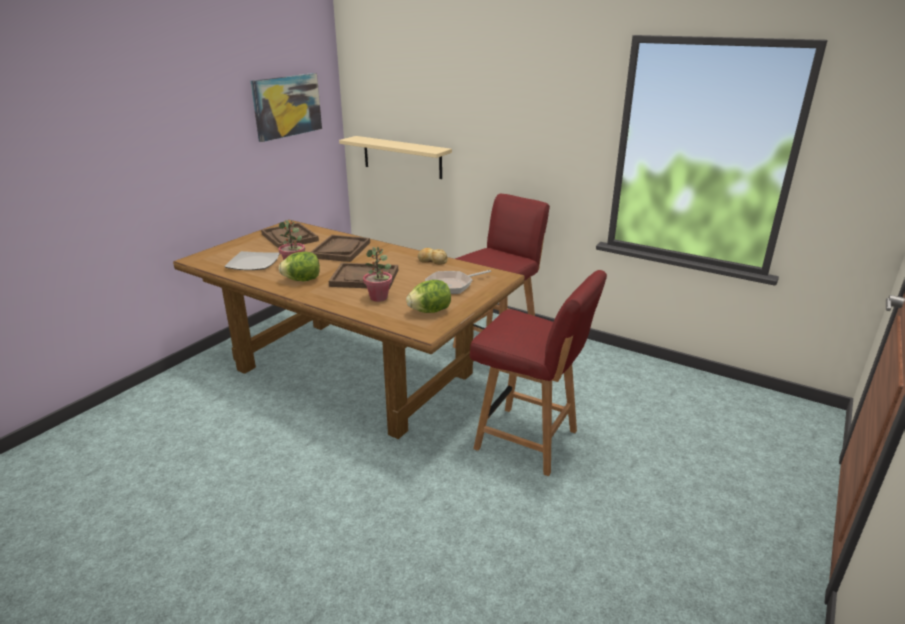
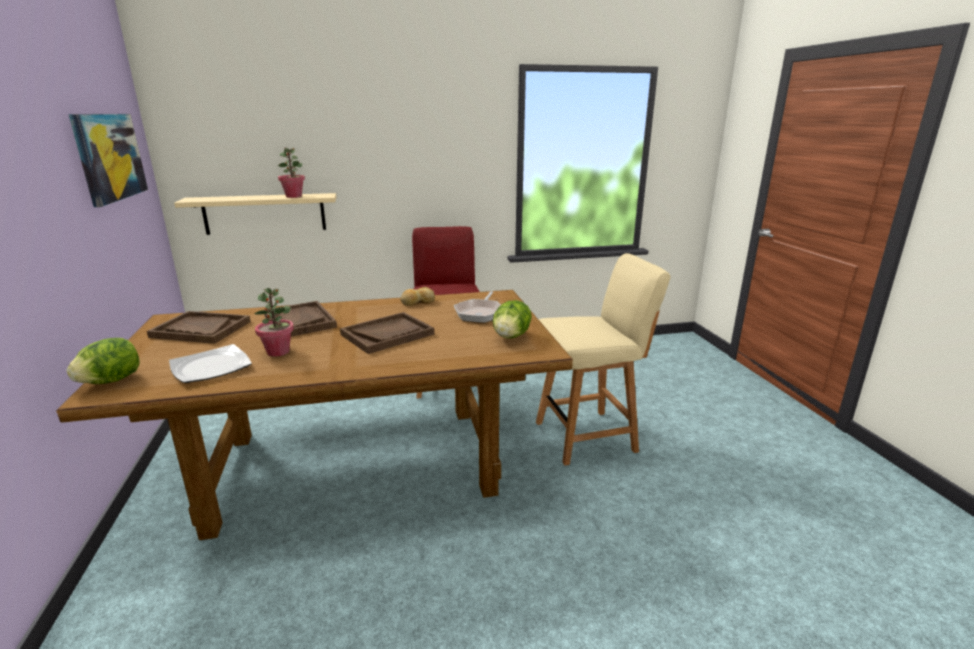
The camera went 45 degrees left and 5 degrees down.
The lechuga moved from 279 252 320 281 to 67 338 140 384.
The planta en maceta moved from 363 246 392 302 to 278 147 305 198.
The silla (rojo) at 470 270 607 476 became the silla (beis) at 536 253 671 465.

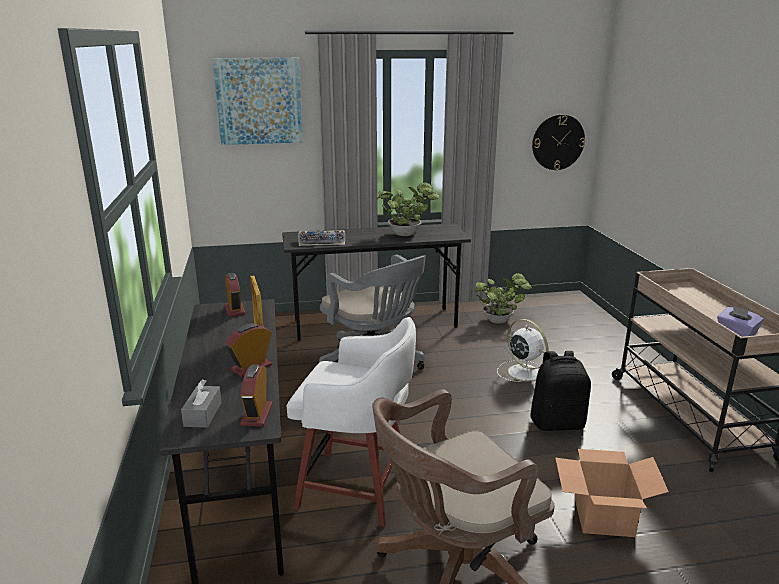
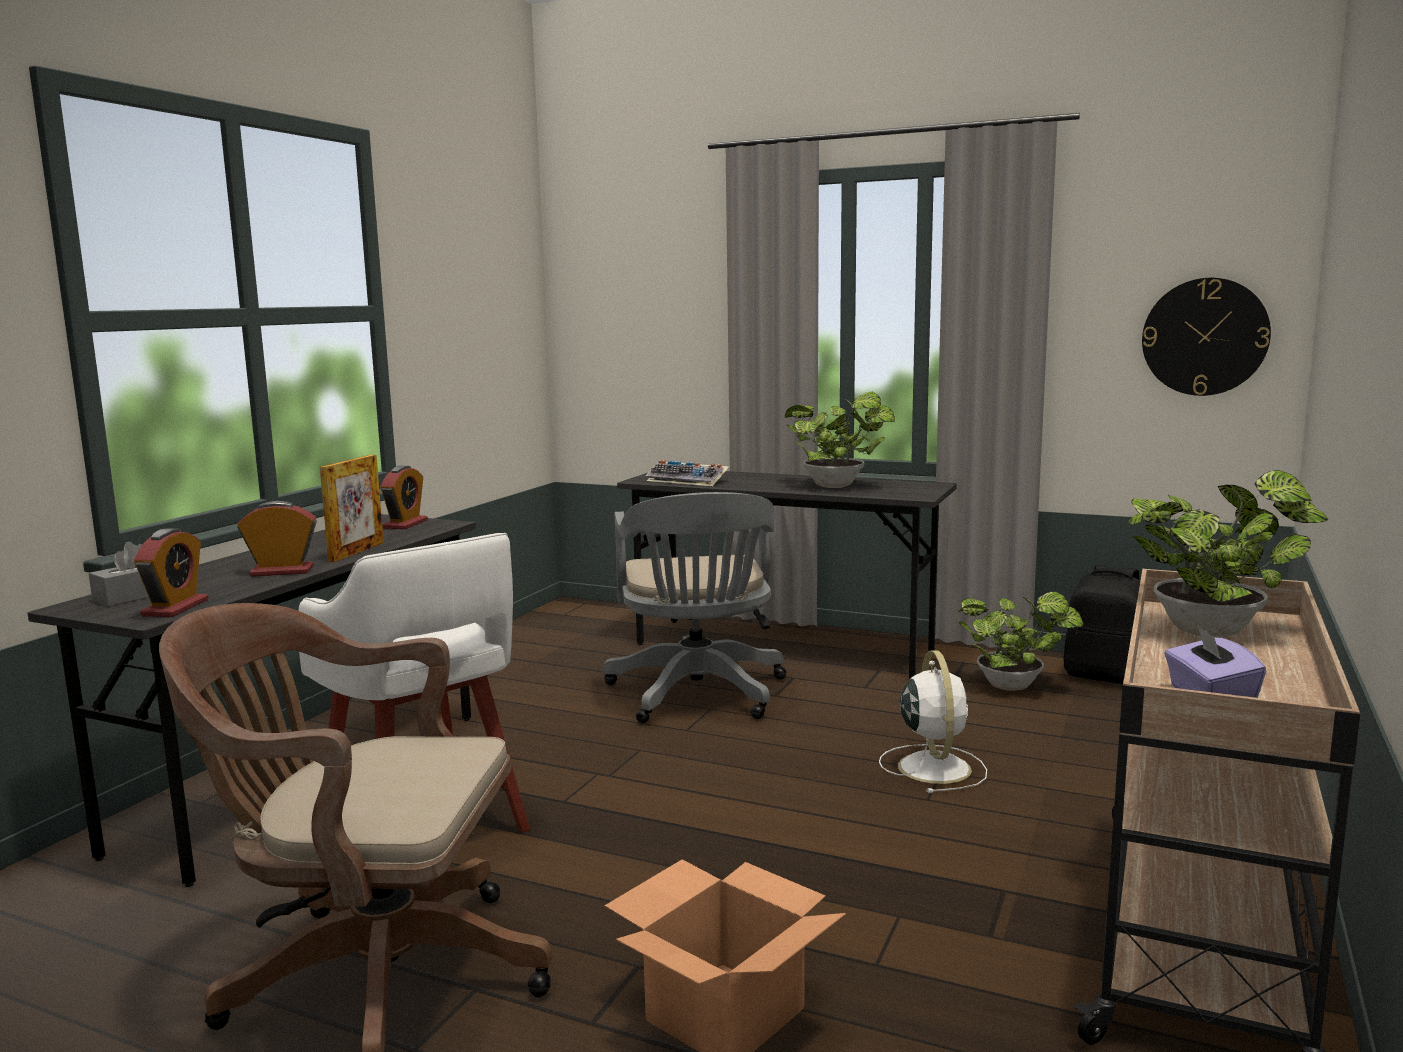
The camera went 35 degrees right and 10 degrees down.
The cuadro at 213 58 303 145 disappeared.
The planta en maceta at 1128 470 1329 637 appeared.
The mochila (negro) moved from 530 351 591 431 to 1064 565 1140 684.
The despertador at 240 364 273 427 turned 150 degrees clockwise.

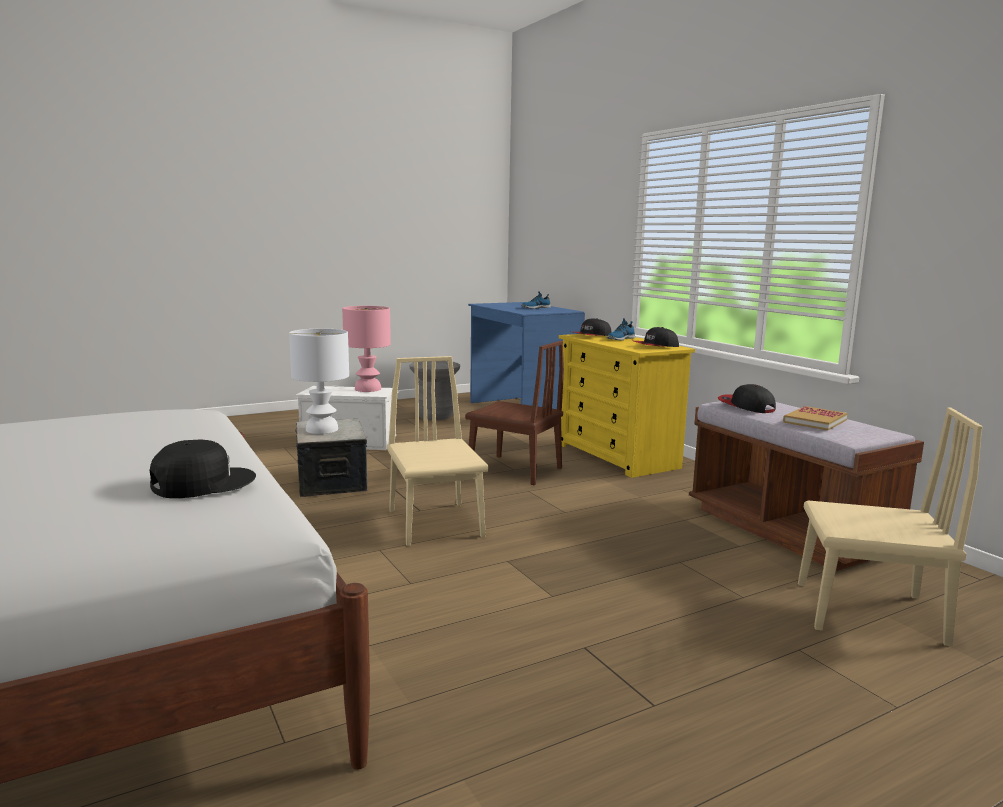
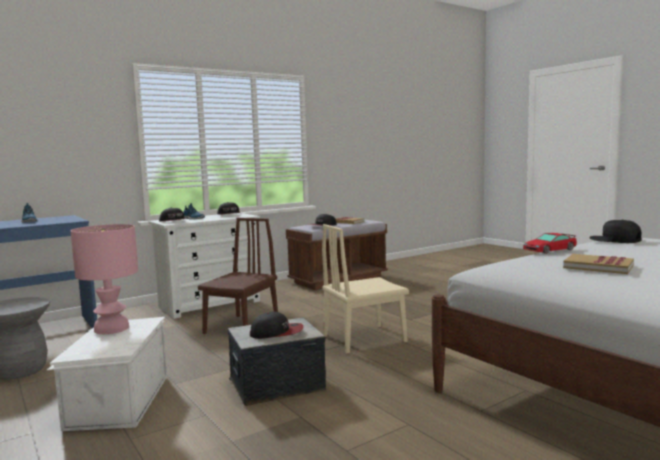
The camera went 95 degrees left and 5 degrees down.
The silla (beis) at 798 407 983 646 disappeared.
The coche de juguete at 523 233 577 254 appeared.
The libro at 563 254 634 274 appeared.
The lámpara de mesa (blanco) at 289 329 349 434 was replaced by the gorra at 250 312 303 339.
The cómoda (amarillo) at 559 334 695 478 became the cómoda (blanco) at 148 213 260 319.

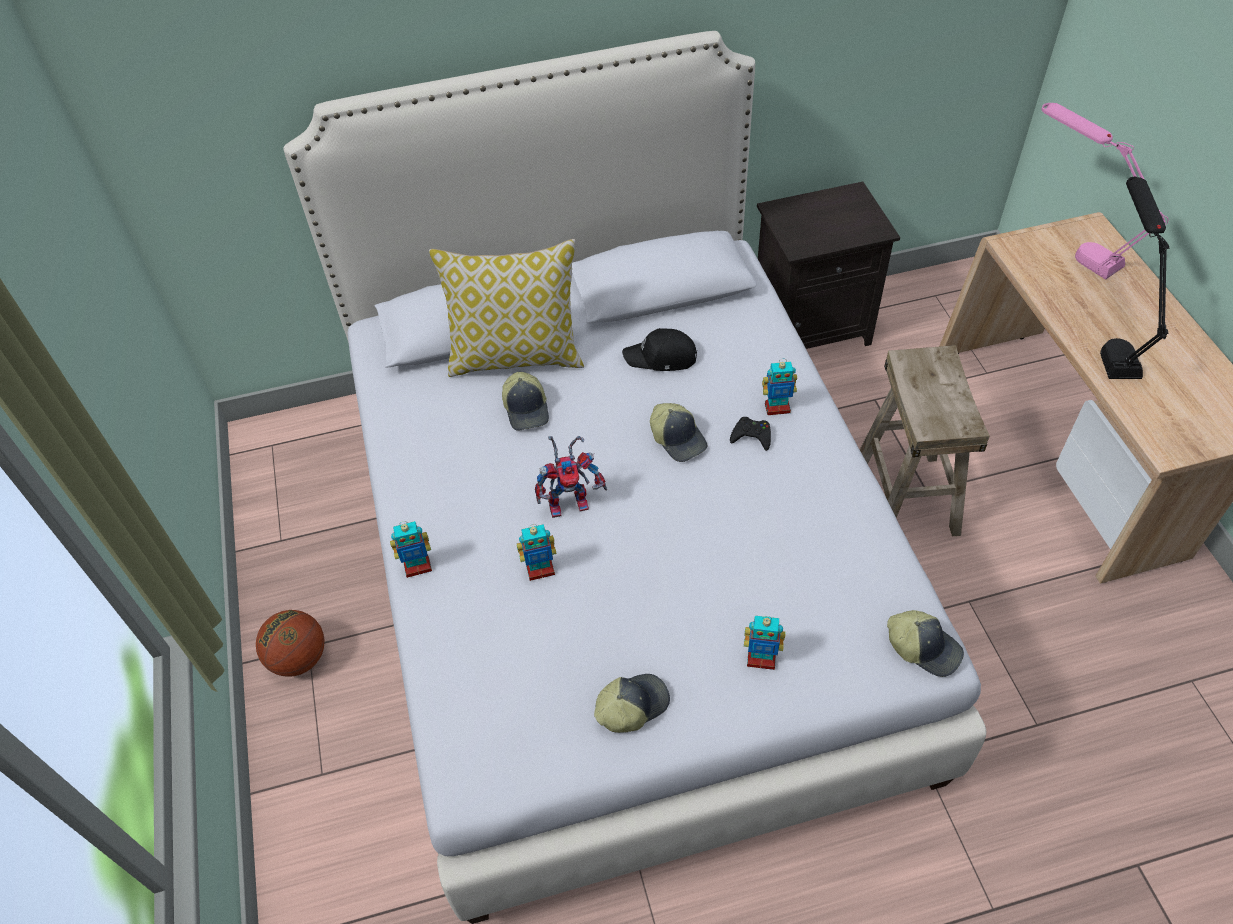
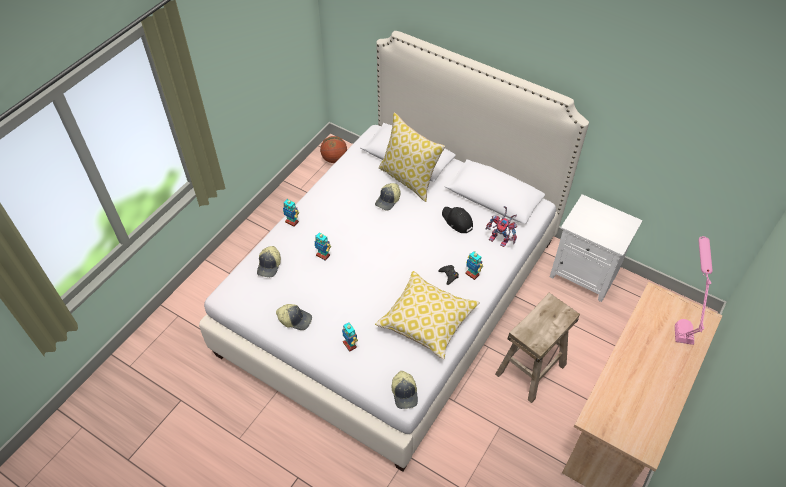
The camera went 45 degrees right and 0 degrees up.
The lámpara de mesa (negro) at 1100 177 1169 379 disappeared.
The cojín at 375 271 480 359 appeared.
The balón de baloncesto moved from 256 610 325 677 to 320 136 347 163.
The robot de juguete moved from 535 436 607 518 to 485 206 518 247.
The gorra moved from 650 403 707 462 to 257 246 281 277.
The mesita de noche (negro) at 757 182 900 349 became the mesita de noche (blanco) at 550 194 643 302.

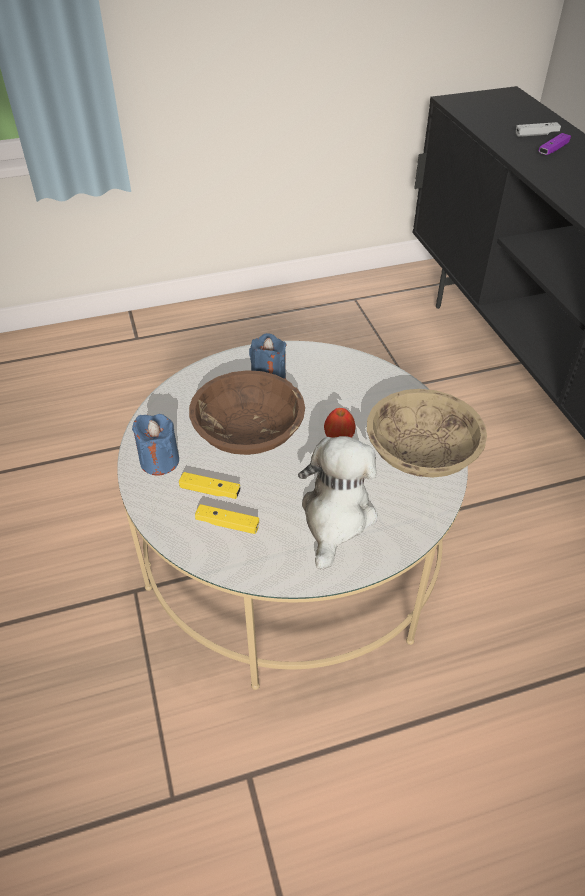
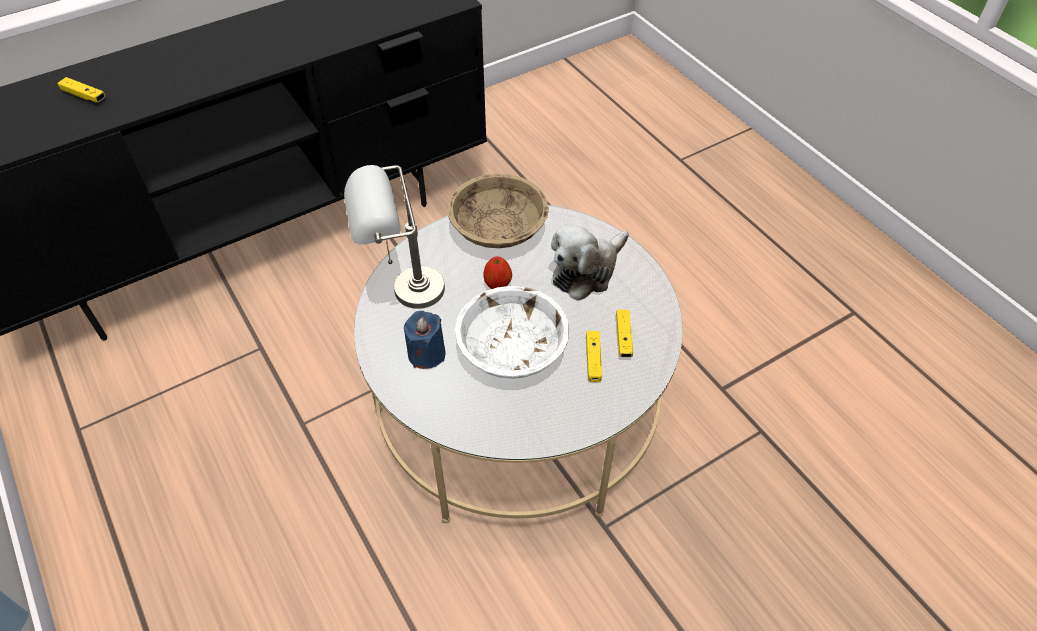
The camera went 105 degrees left and 5 degrees up.
The vela (azul) at 132 414 179 475 disappeared.
The mando de consola (blanco) at 516 122 561 137 disappeared.
The lámpara de mesa (gris) at 344 165 445 309 appeared.
The cuenco (marrón) at 189 370 305 455 became the cuenco (blanco) at 455 286 569 379.
The mando de consola (morado) at 539 133 571 155 became the mando de consola (amarillo) at 57 77 106 103.
The peluche at 298 436 378 570 turned 45 degrees counterclockwise.

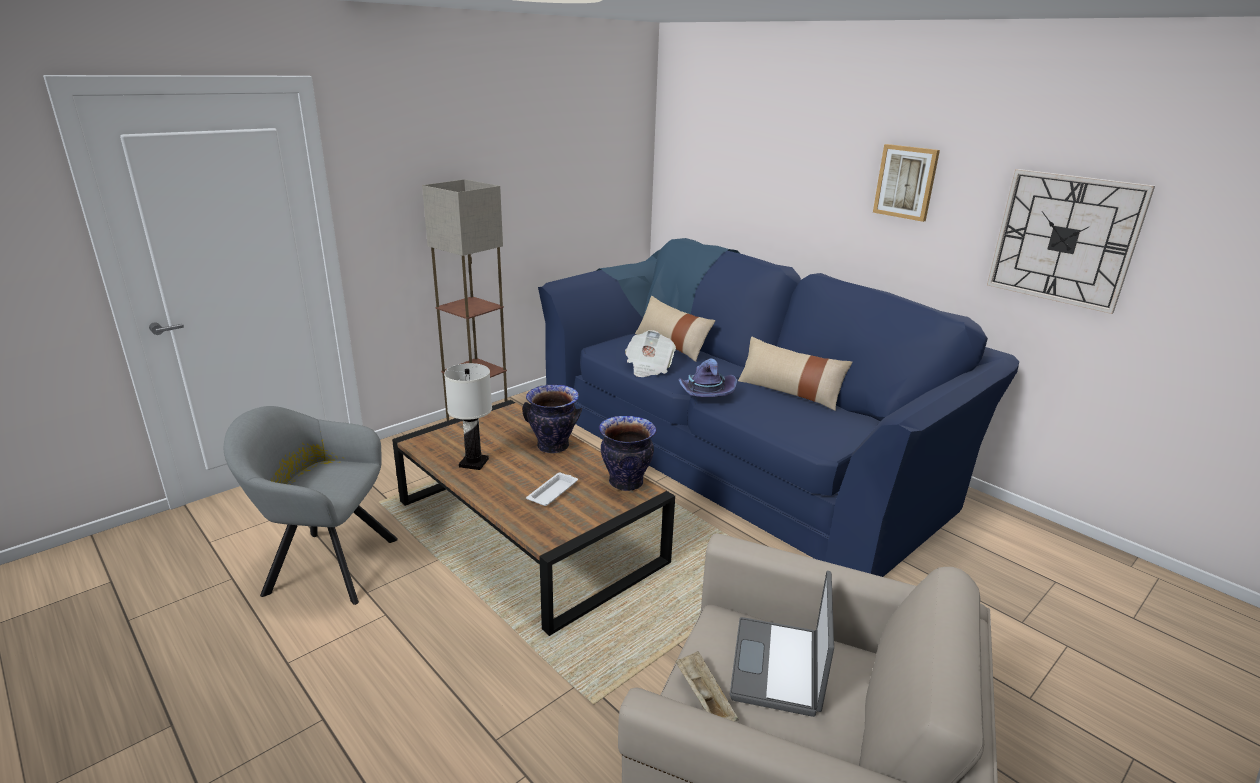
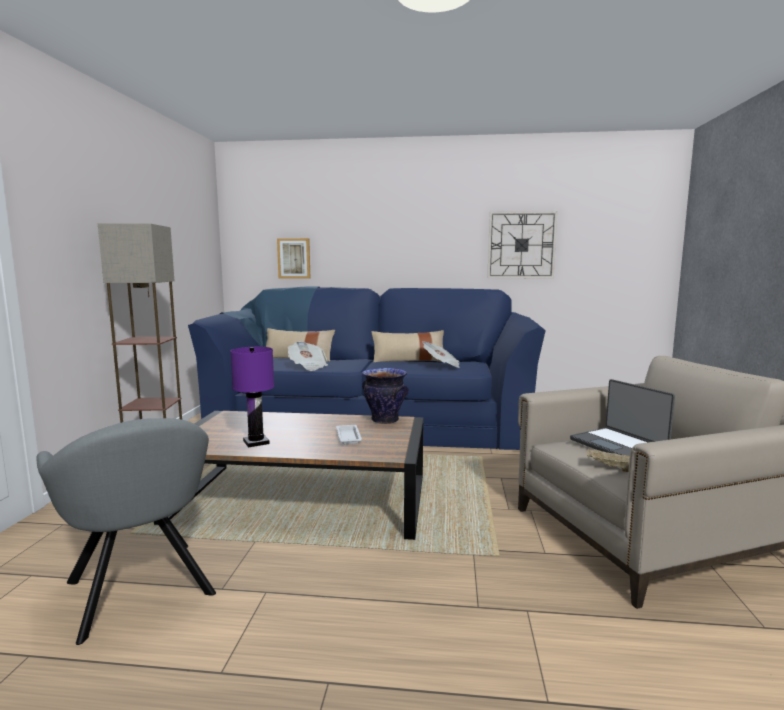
The camera went 40 degrees left and 15 degrees down.
The florero at 523 385 583 453 disappeared.
The sombrero (morado) at 678 358 737 397 disappeared.
The periódico at 422 341 460 368 appeared.
The cuadro moved from 873 144 940 222 to 277 238 310 279.
The lámpara de mesa (blanco) at 444 363 492 470 became the lámpara de mesa (morado) at 230 347 274 448.
The sillón (gris) at 224 406 398 605 turned 90 degrees counterclockwise.

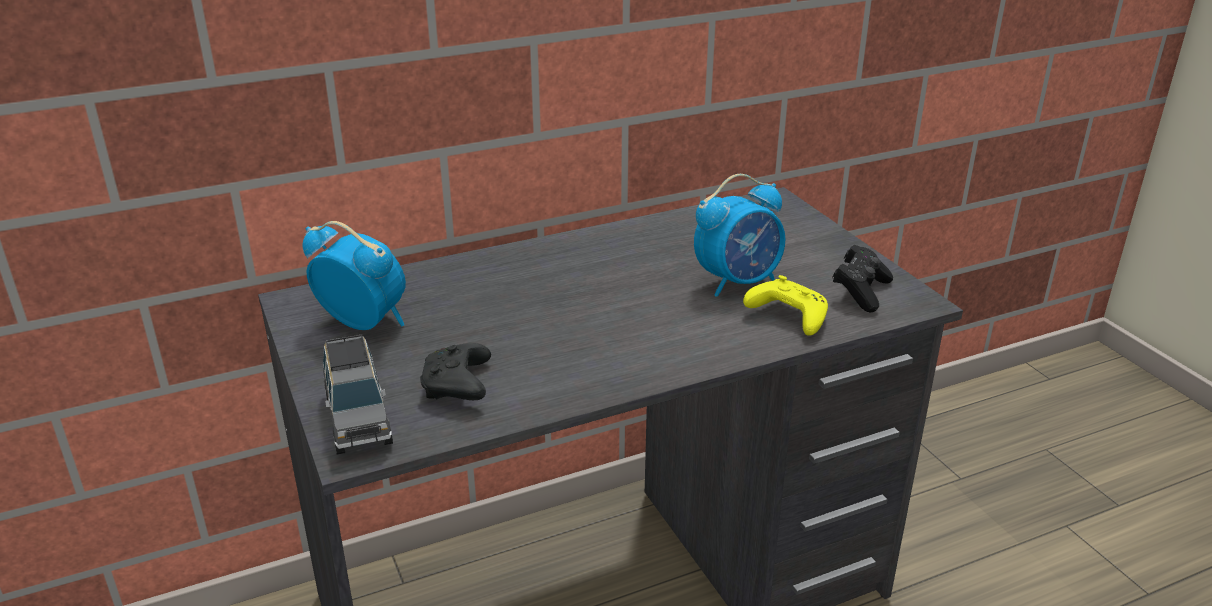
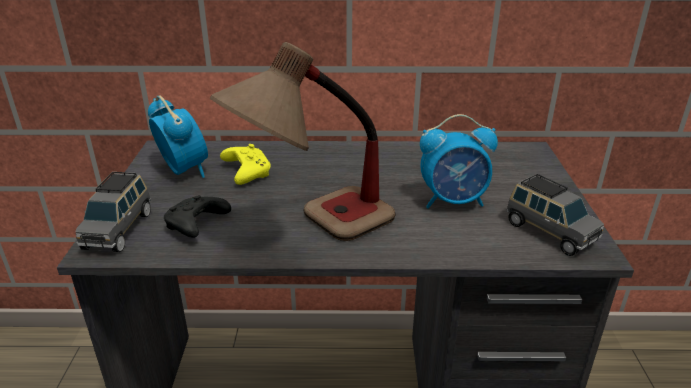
The camera went 25 degrees right and 0 degrees up.
The lámpara de mesa at 210 42 396 241 appeared.
The mando de consola (amarillo) moved from 743 275 828 336 to 220 144 271 185.
The mando de consola (negro) at 832 245 893 312 was replaced by the coche de juguete (gris) at 507 174 604 256.

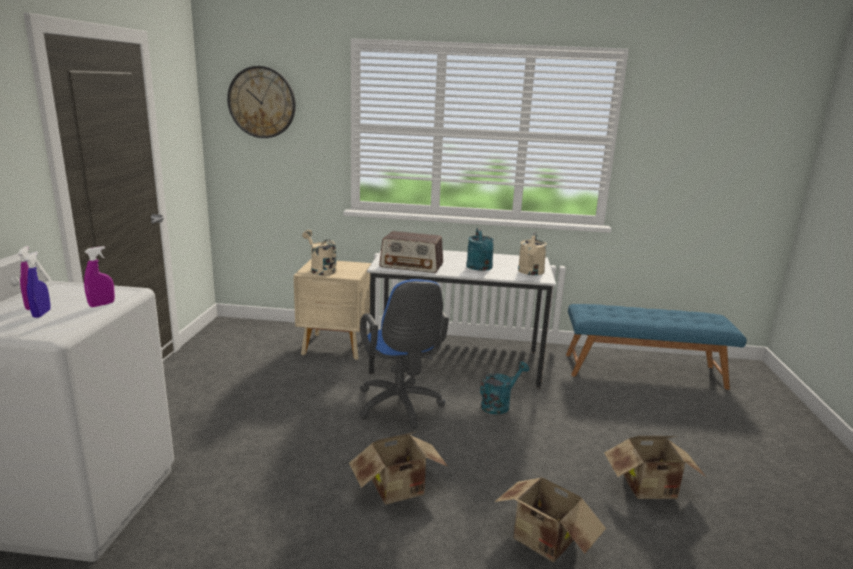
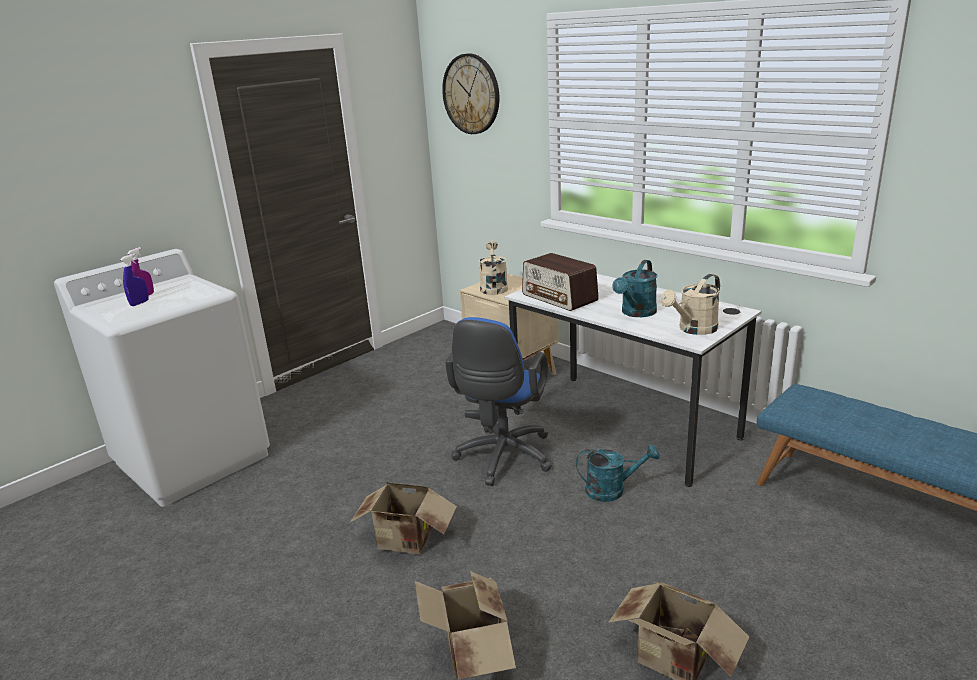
The camera went 40 degrees right and 5 degrees up.
The pulverizador (morado) at 84 246 115 307 disappeared.

